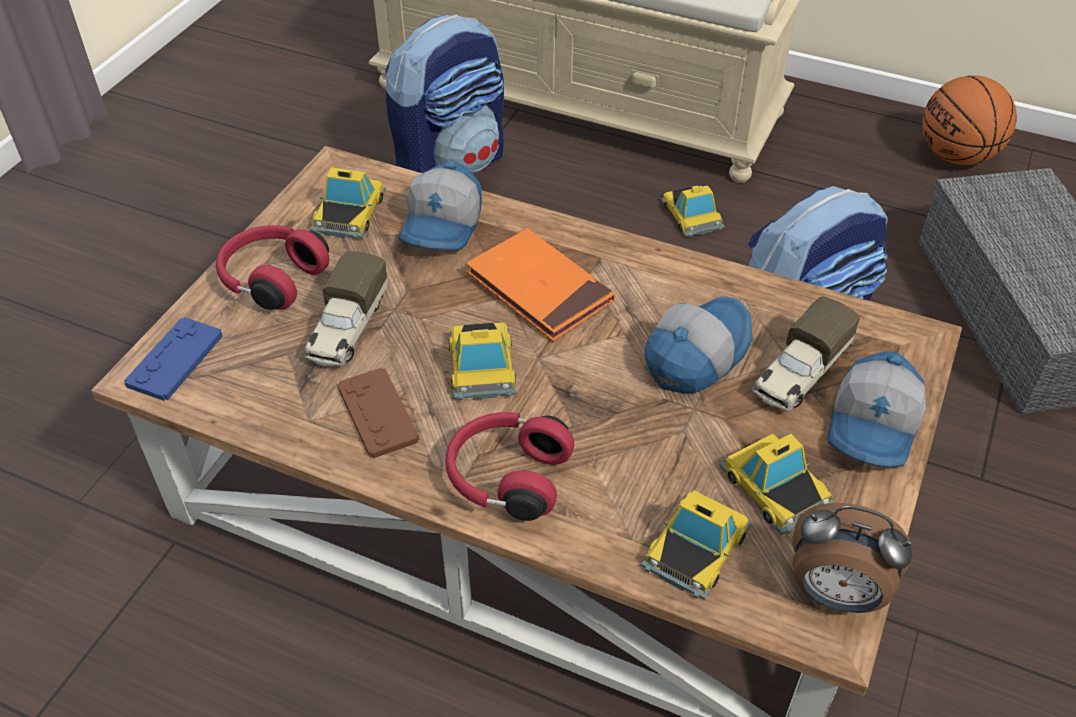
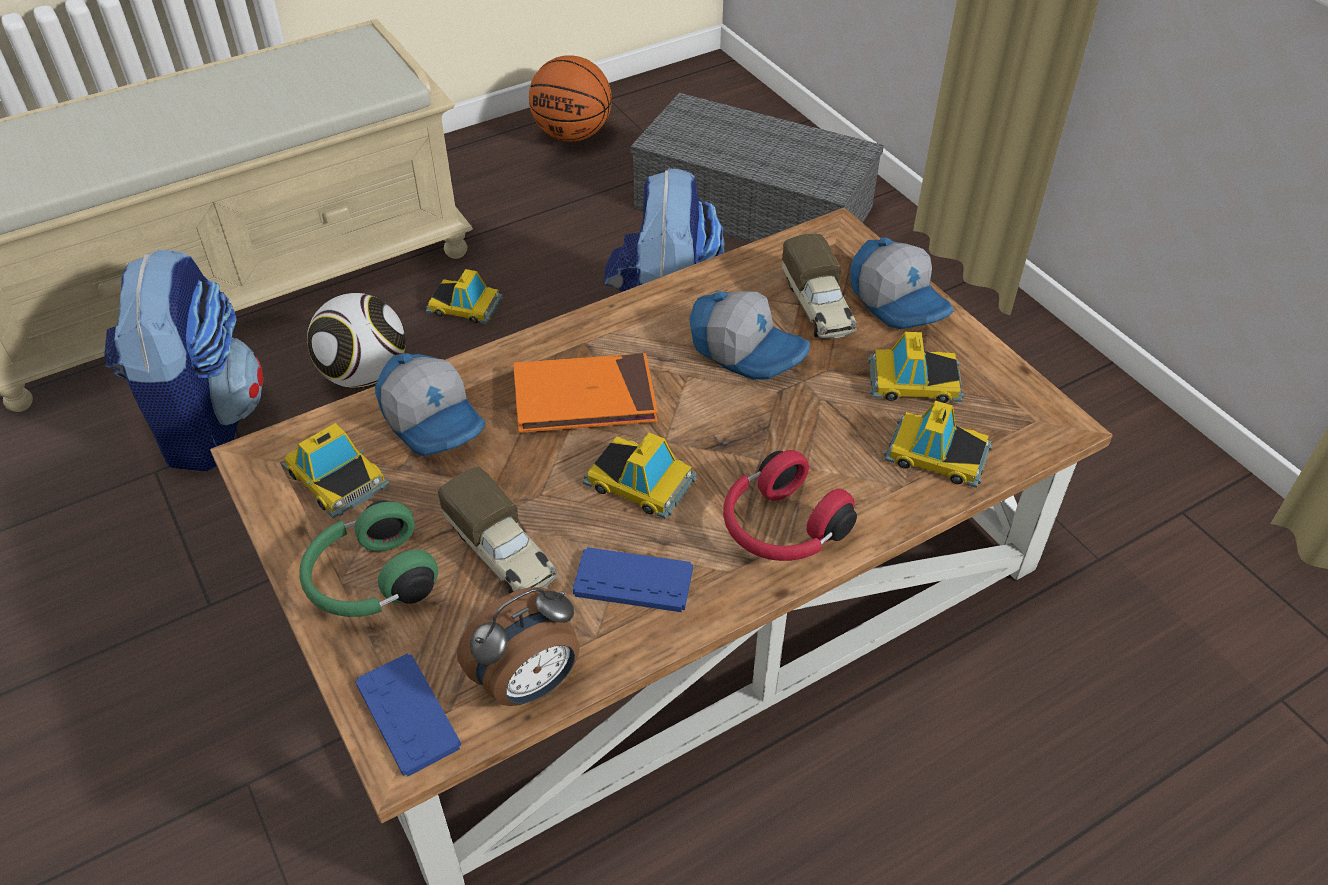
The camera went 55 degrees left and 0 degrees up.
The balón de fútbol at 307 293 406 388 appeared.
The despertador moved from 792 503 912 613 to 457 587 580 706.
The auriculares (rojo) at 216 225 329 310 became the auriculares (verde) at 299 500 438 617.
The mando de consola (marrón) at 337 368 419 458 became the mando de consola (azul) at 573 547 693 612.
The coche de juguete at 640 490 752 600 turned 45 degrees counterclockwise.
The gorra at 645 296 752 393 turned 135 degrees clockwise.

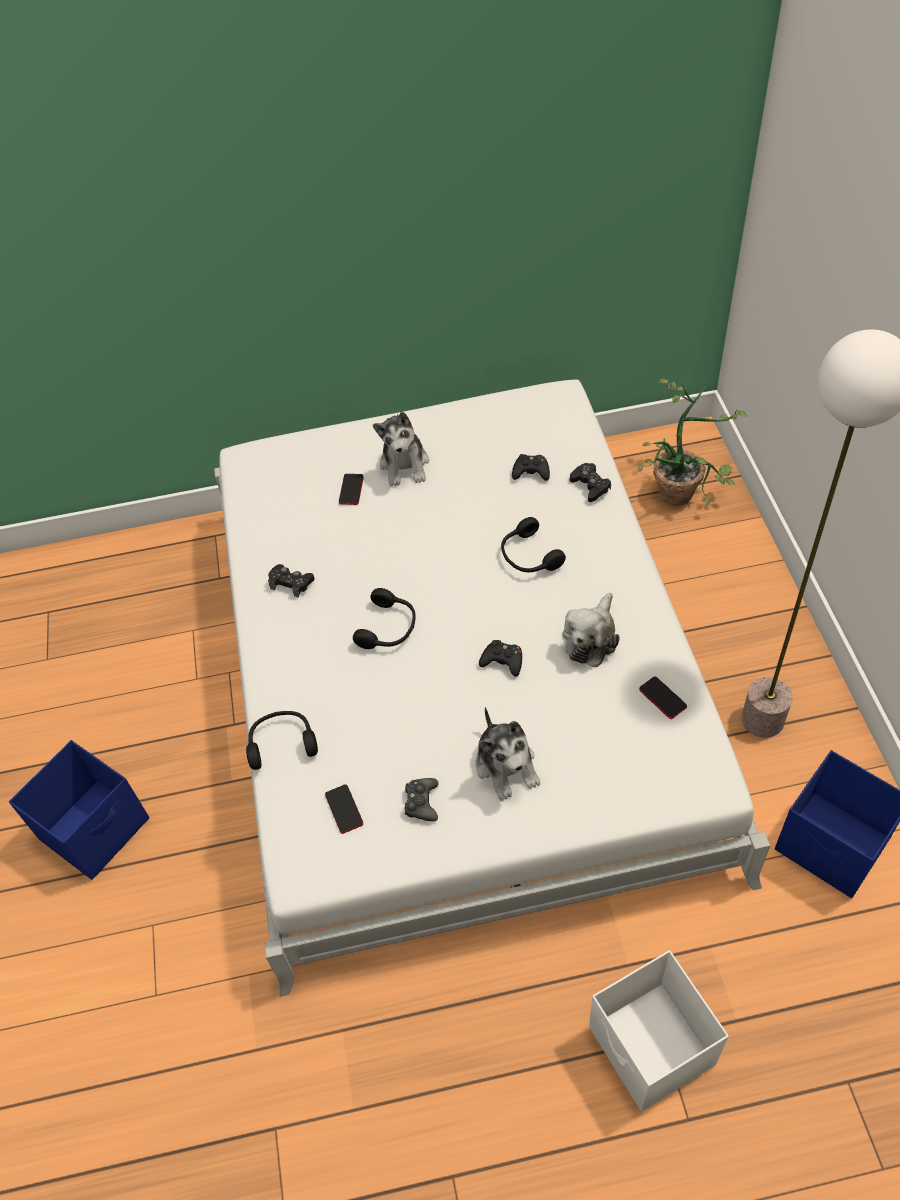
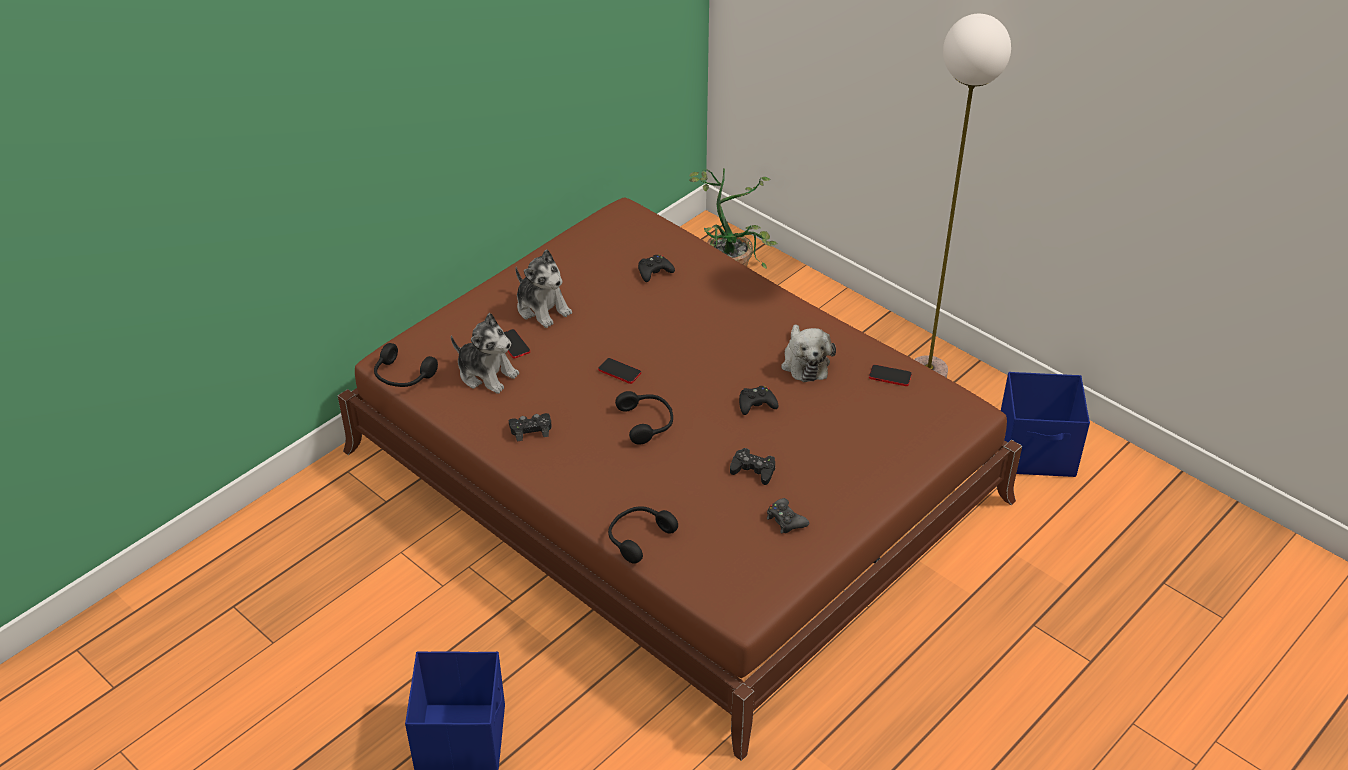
The camera went 40 degrees left and 10 degrees down.
The caja de almacenaje (blanco) at 589 950 729 1112 disappeared.
The móvil moved from 325 784 363 834 to 598 358 641 384.
The peluche moved from 476 707 540 801 to 451 313 519 394.
The auriculares (negro) moved from 501 517 566 572 to 374 343 438 387.
The mando de consola (negro) moved from 570 463 611 502 to 730 448 775 485.
The cama (blanco) at 214 380 770 997 became the cama (marrón) at 338 197 1022 761.

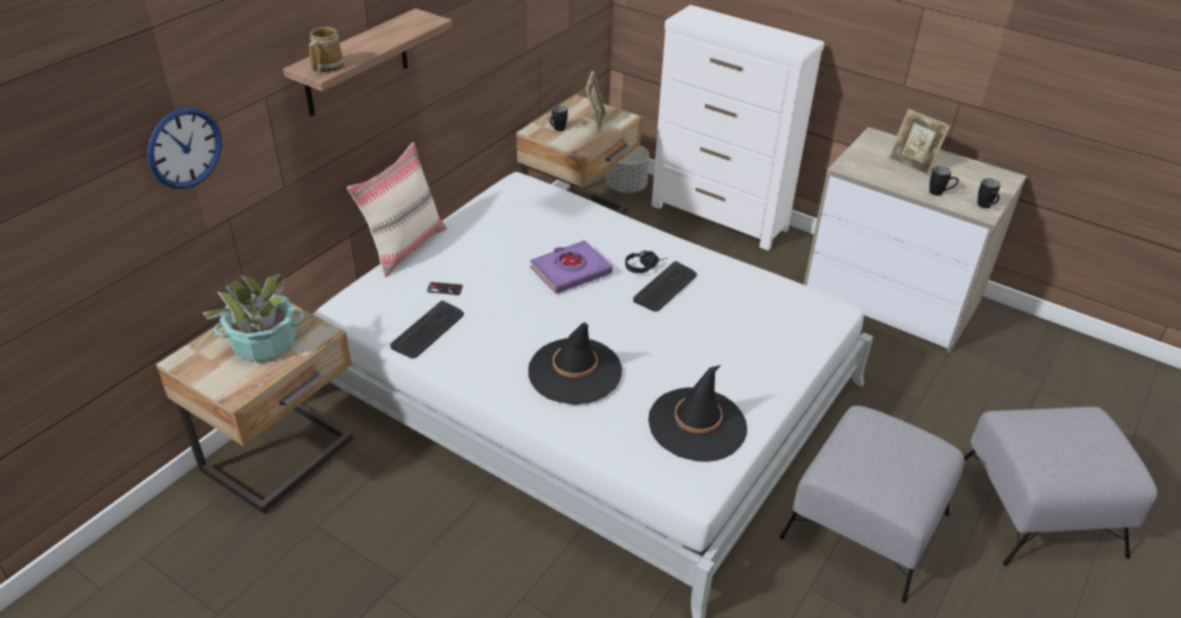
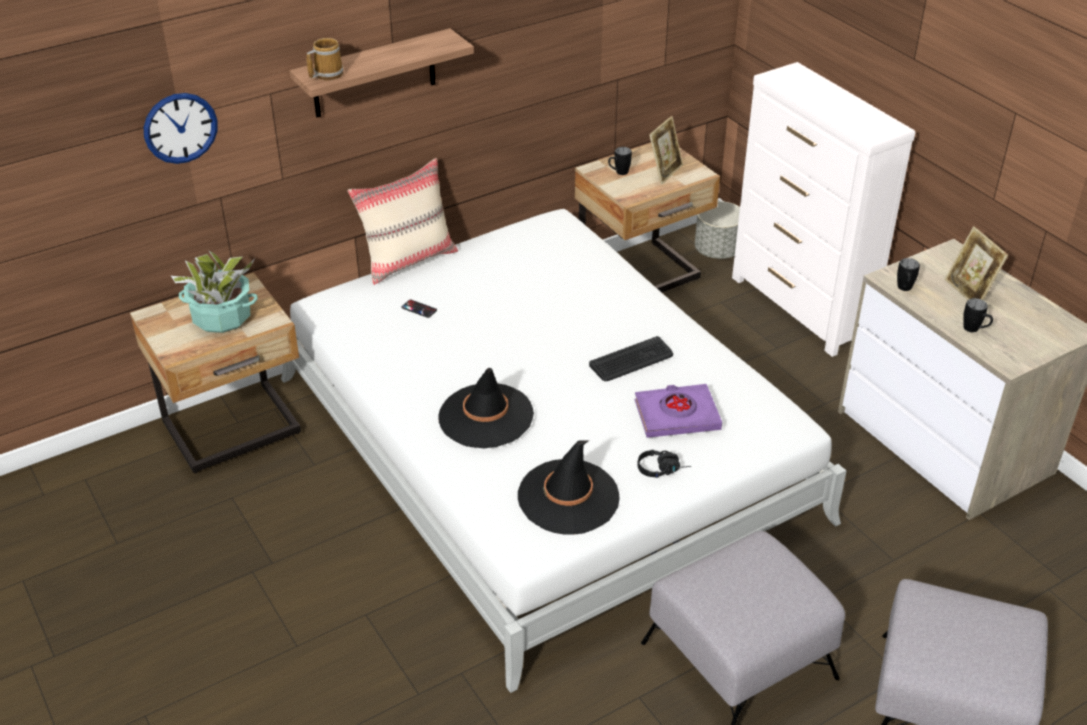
The camera went 25 degrees right and 0 degrees up.
The teclado at 390 301 464 358 disappeared.
The libro (morado) moved from 530 240 613 294 to 635 384 722 438.
The auriculares (negro) moved from 625 251 667 273 to 638 450 691 478.
The taza grande (negro) moved from 977 178 1000 208 to 897 258 920 291.

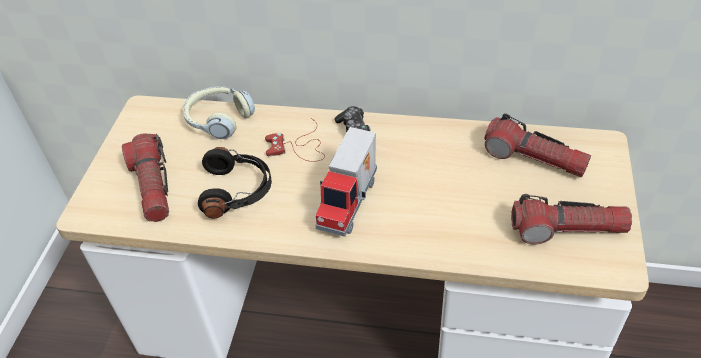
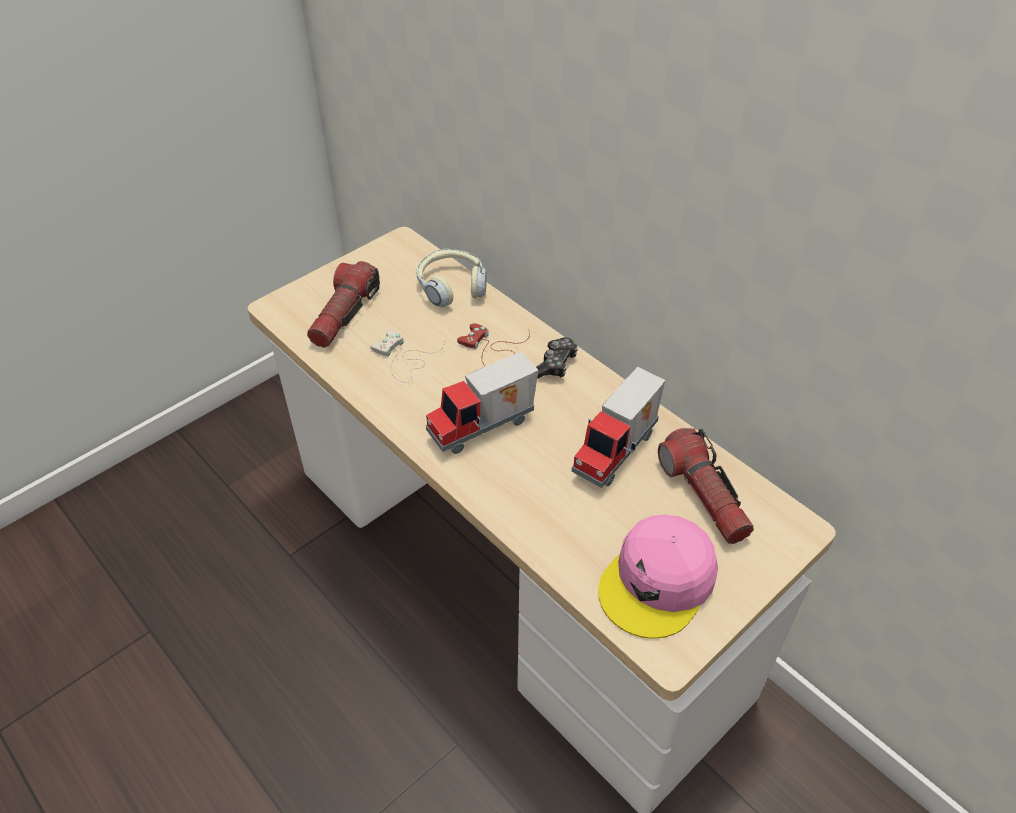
The camera went 35 degrees right and 0 degrees up.
The camión de juguete at 571 367 665 488 appeared.
The auriculares (negro) at 198 147 272 219 was replaced by the mando de consola (blanco) at 370 330 445 383.
The linterna at 511 194 632 244 was replaced by the gorra (rosa) at 598 514 718 639.

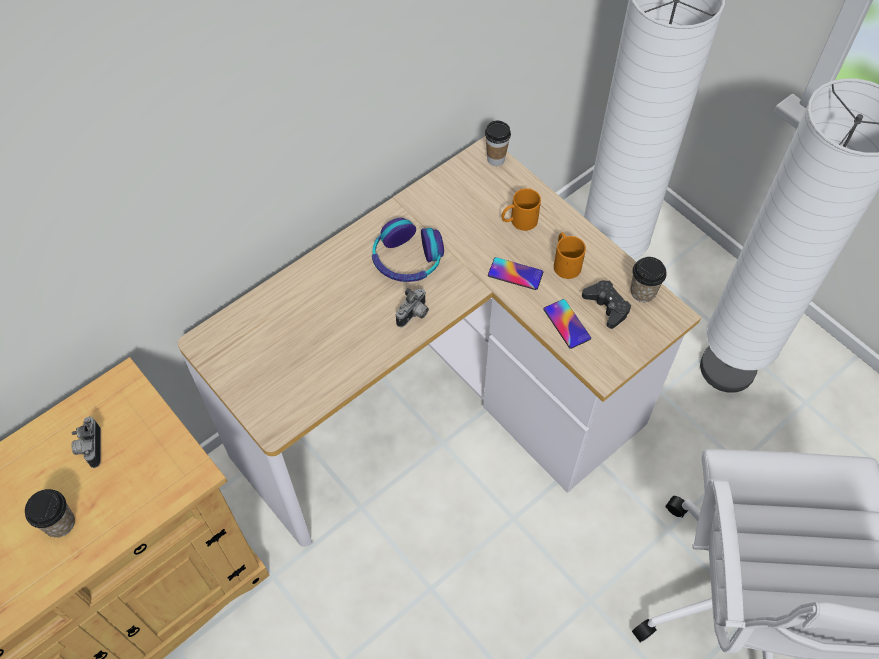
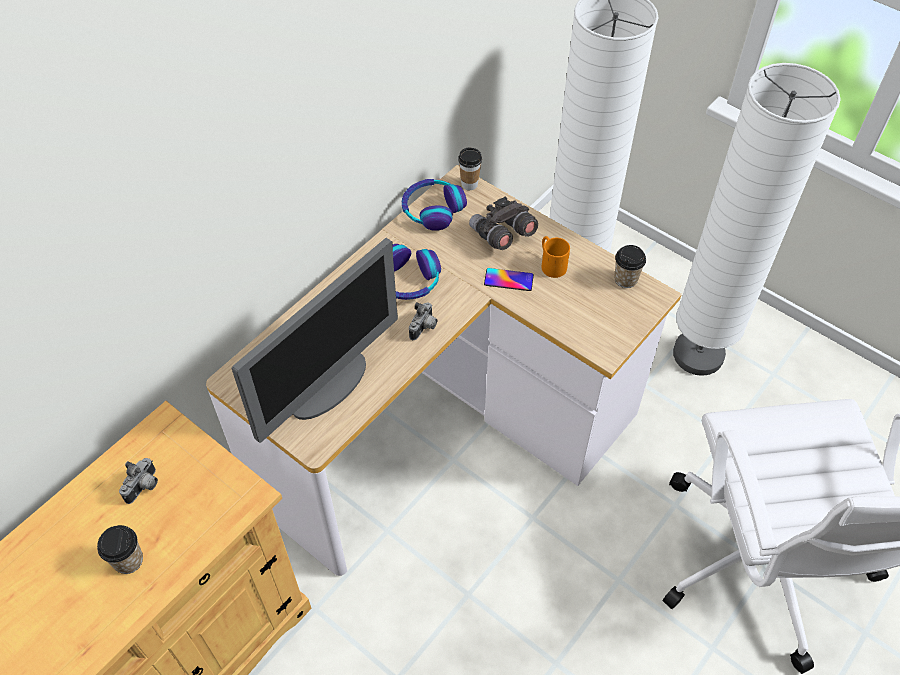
The camera went 10 degrees left and 5 degrees down.
The móvil at 543 299 591 349 disappeared.
The mando de consola (negro) at 582 281 631 329 disappeared.
The monitor at 232 238 398 443 appeared.
The auriculares at 402 179 467 231 appeared.
The taza grande (naranja) at 502 188 541 231 was replaced by the prismáticos (gris) at 469 197 538 250.
The cámara at 71 417 101 468 turned 135 degrees counterclockwise.

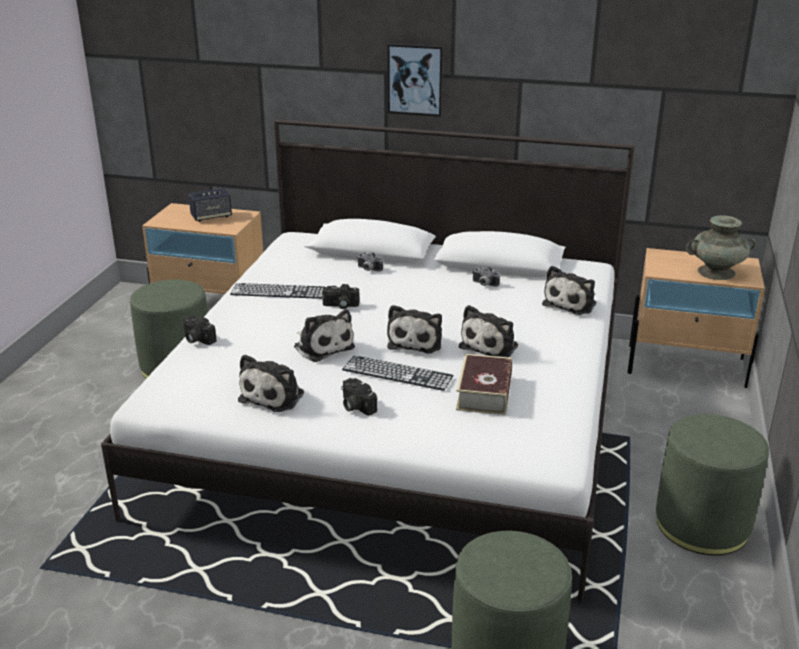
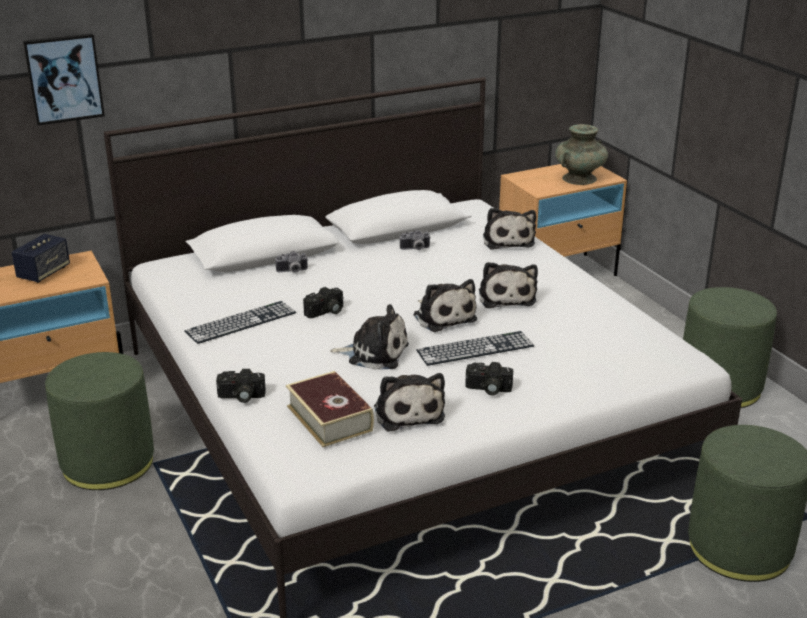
The camera went 40 degrees left and 0 degrees up.
The cuadro moved from 388 43 443 117 to 23 33 105 125.
The libro moved from 456 354 512 415 to 286 371 374 447.

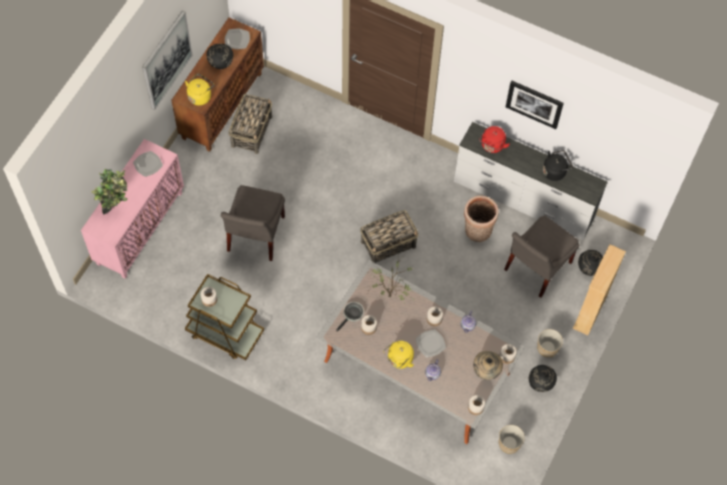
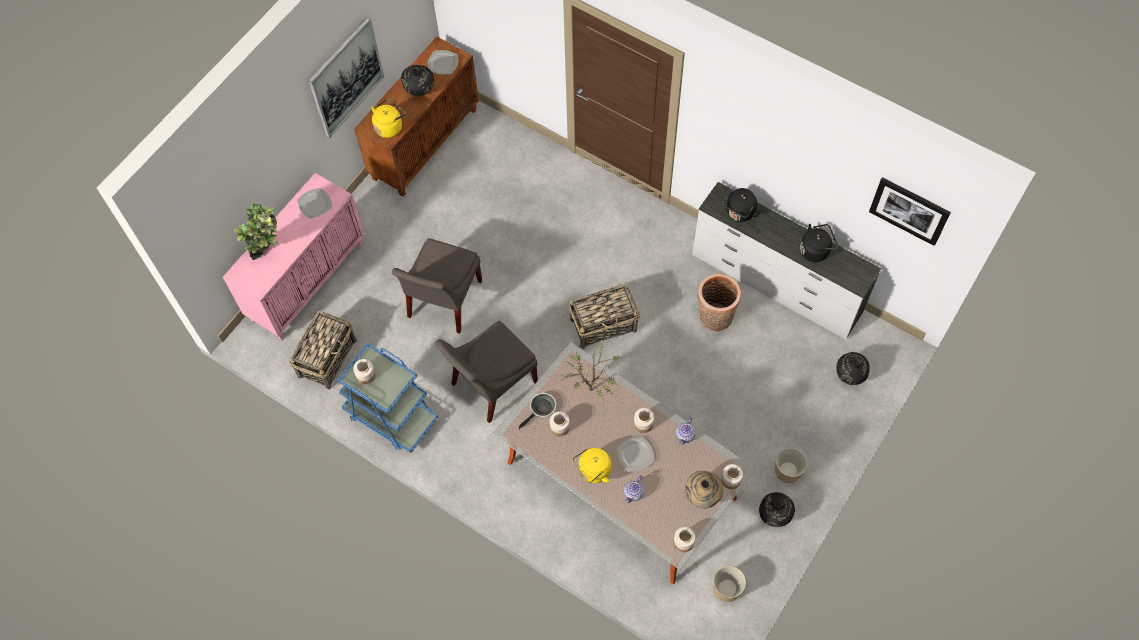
The camera went 10 degrees right and 0 degrees up.
The estantería (beis) at 573 244 626 335 disappeared.
The cesta moved from 229 94 272 154 to 290 311 357 390.
The silla (gris) moved from 504 215 579 298 to 435 321 538 423.
The cuadro moved from 506 80 564 129 to 869 177 951 246.
The carrito (marrón) at 185 274 264 360 became the carrito (azul) at 337 343 438 453.
The hervidor (rojo) at 479 126 510 153 became the hervidor (negro) at 723 188 761 222.

